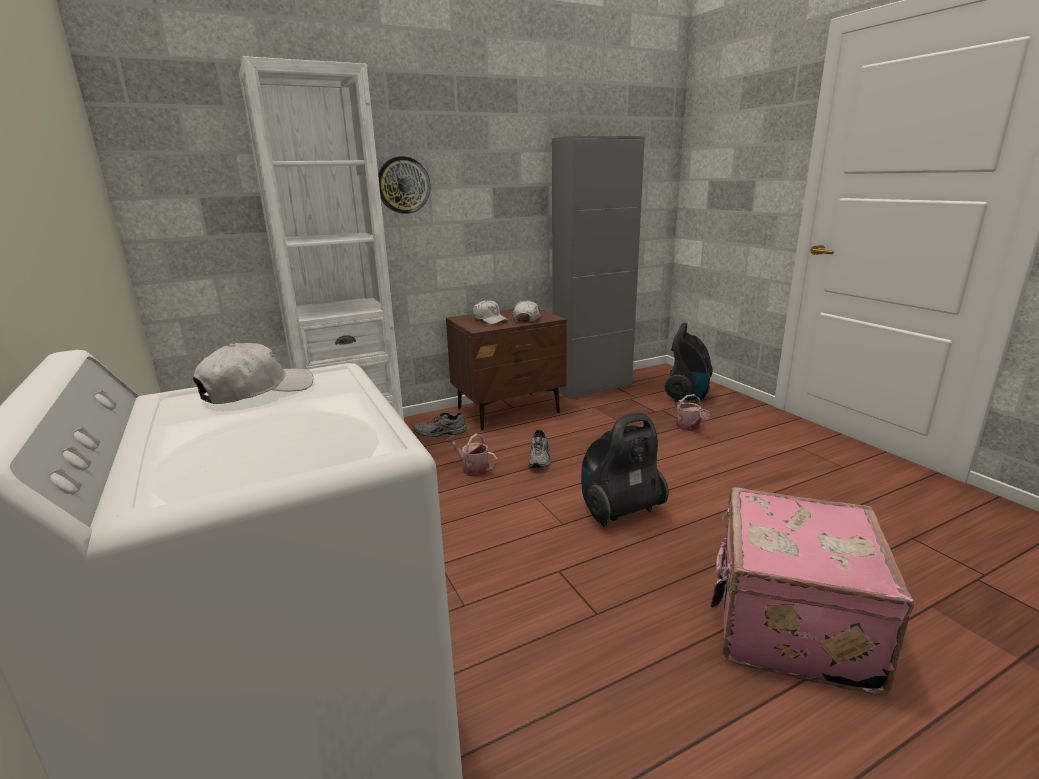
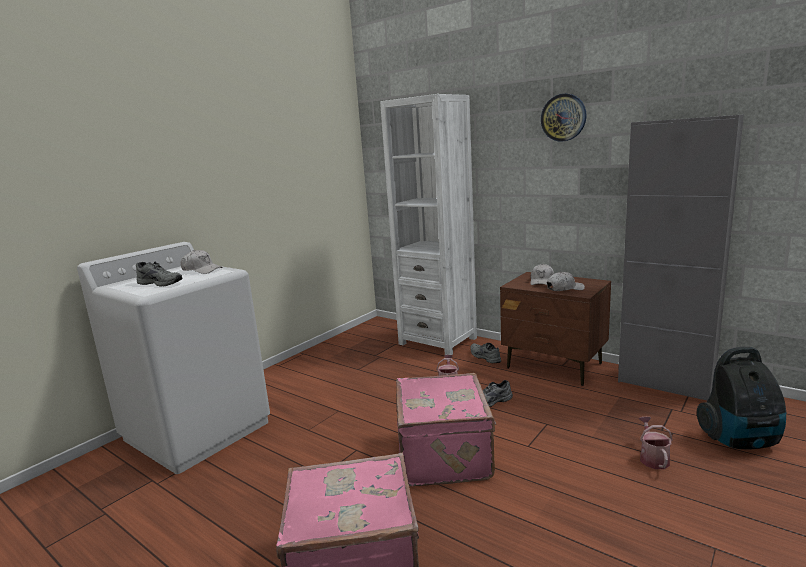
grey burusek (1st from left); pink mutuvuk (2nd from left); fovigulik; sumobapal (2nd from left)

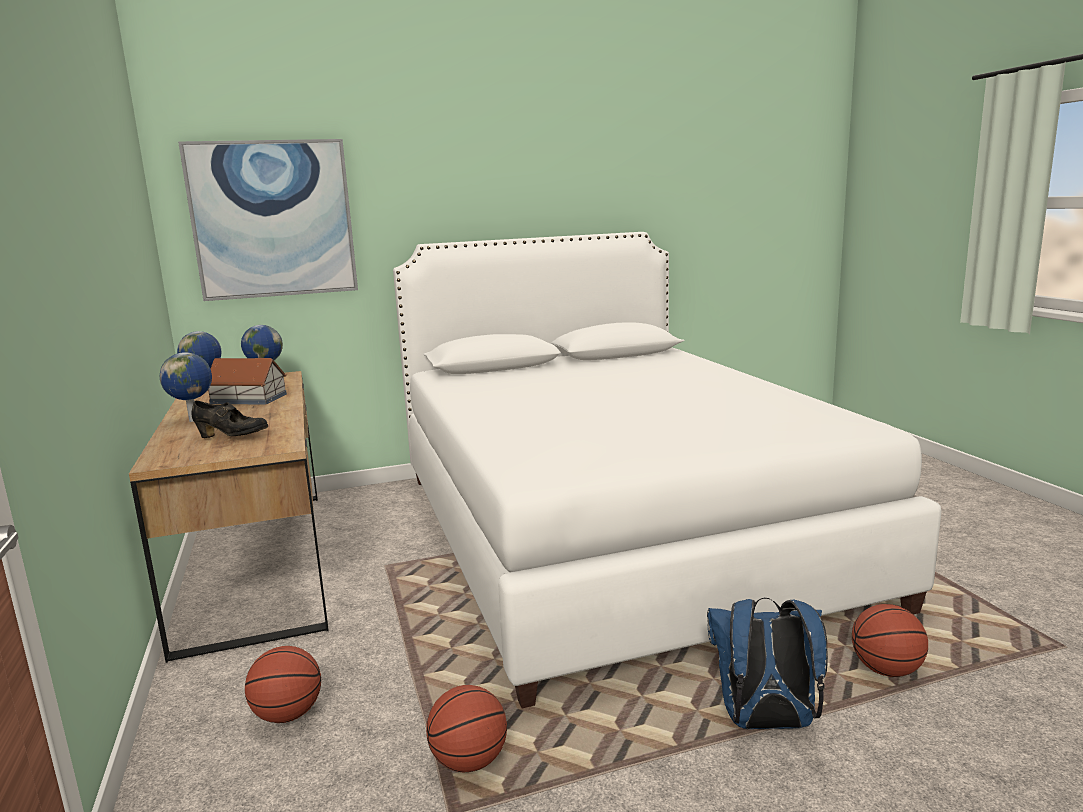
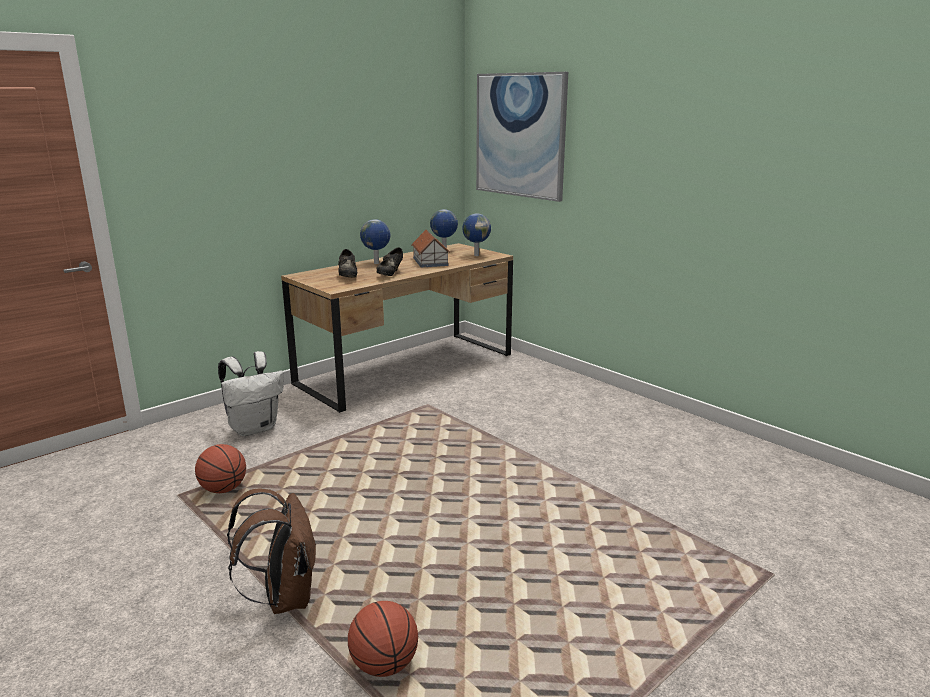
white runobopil; brown runobopil; black burusek (2nd from left); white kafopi

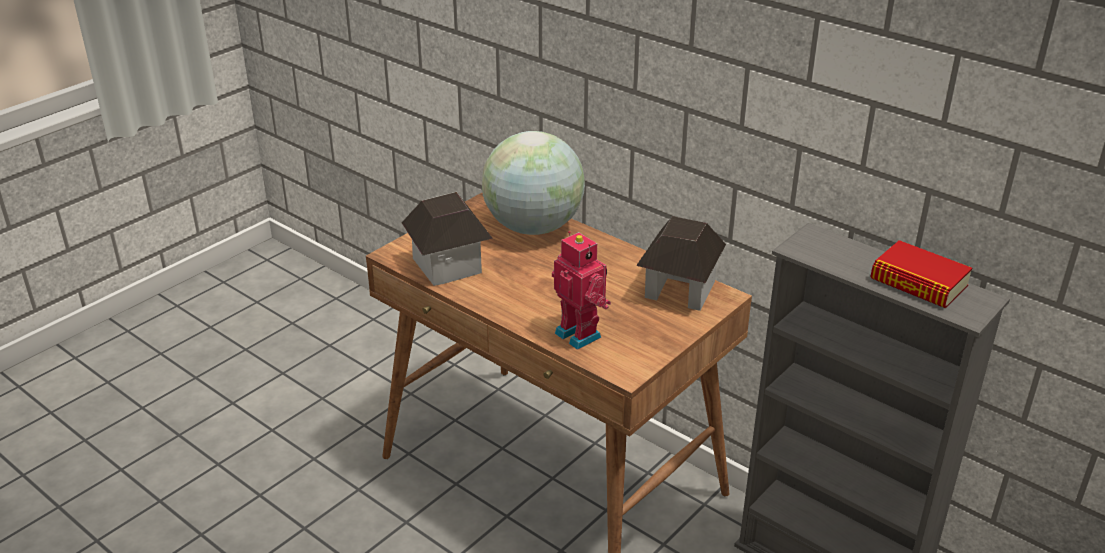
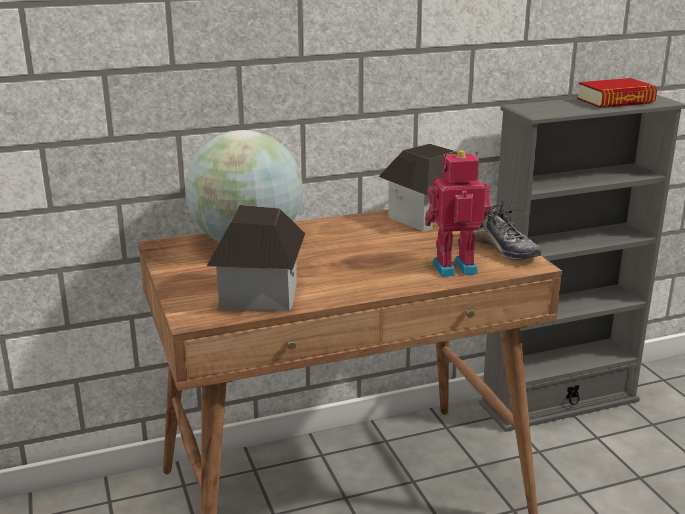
burusek

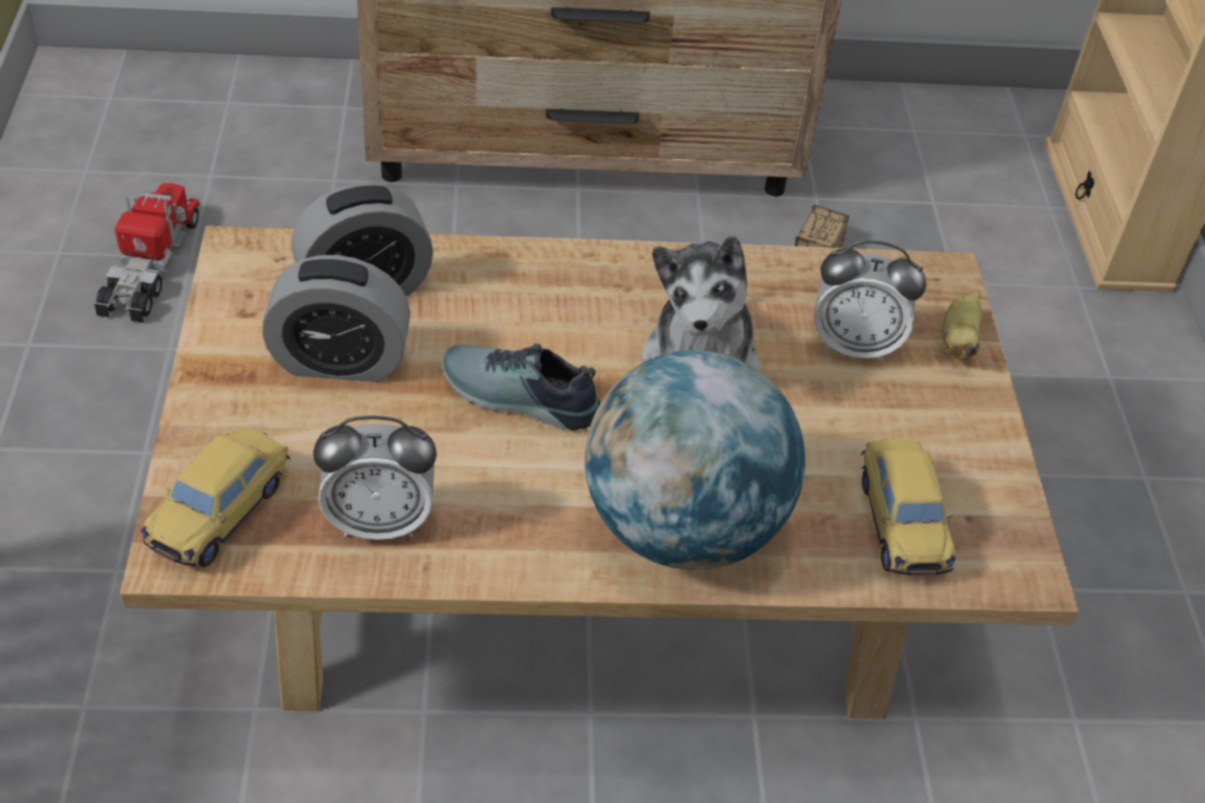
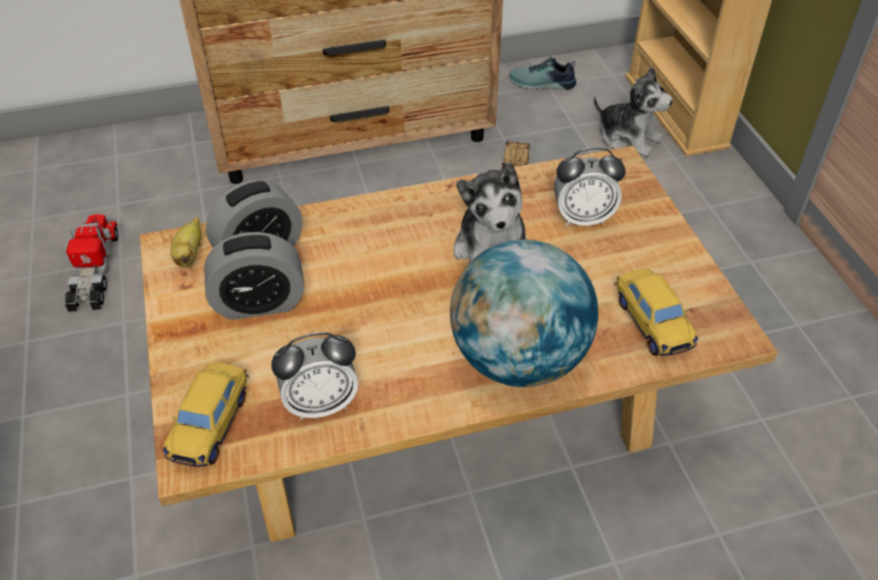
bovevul; burusek; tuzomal (2nd from left)

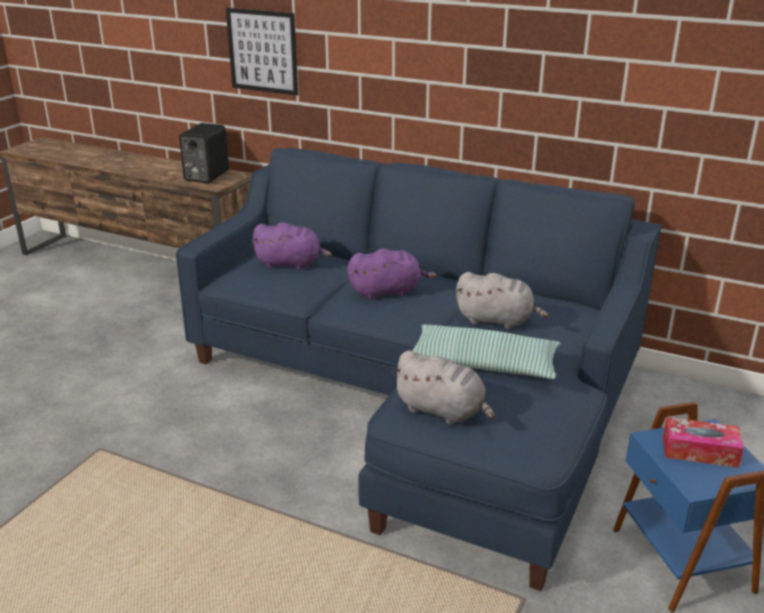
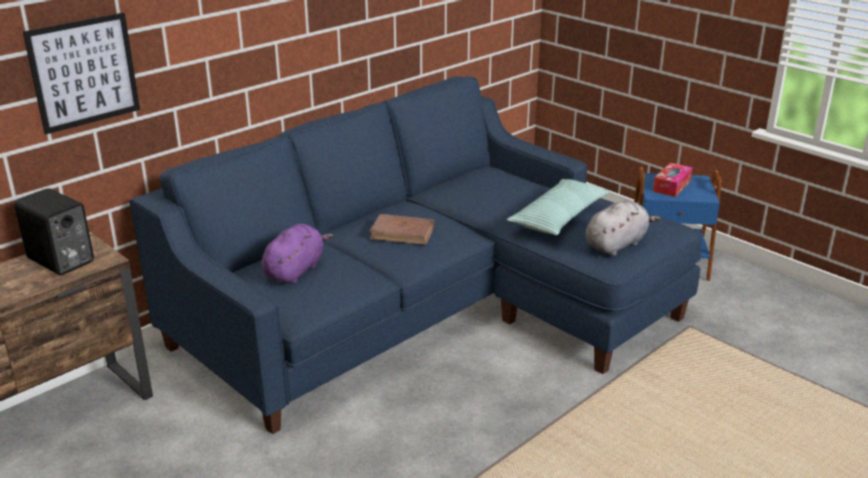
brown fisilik; grey tuzomal (2nd from left in the first image)

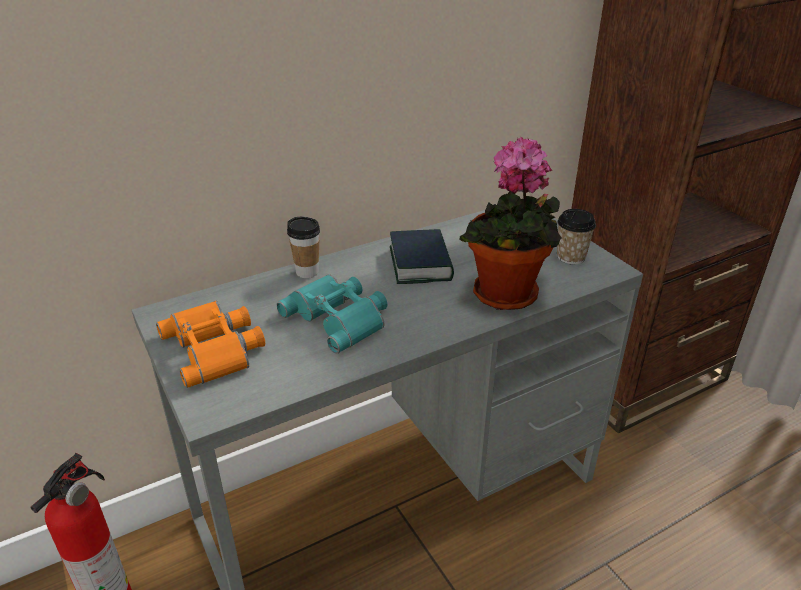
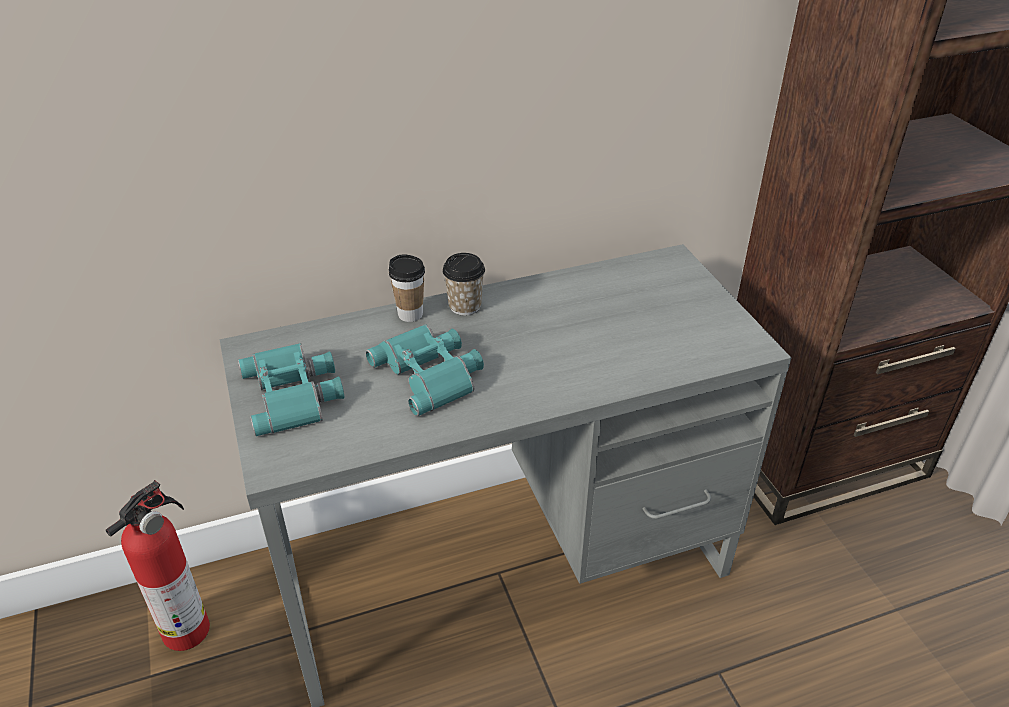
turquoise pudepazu (1st from left); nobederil (2nd from left); fisilik; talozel

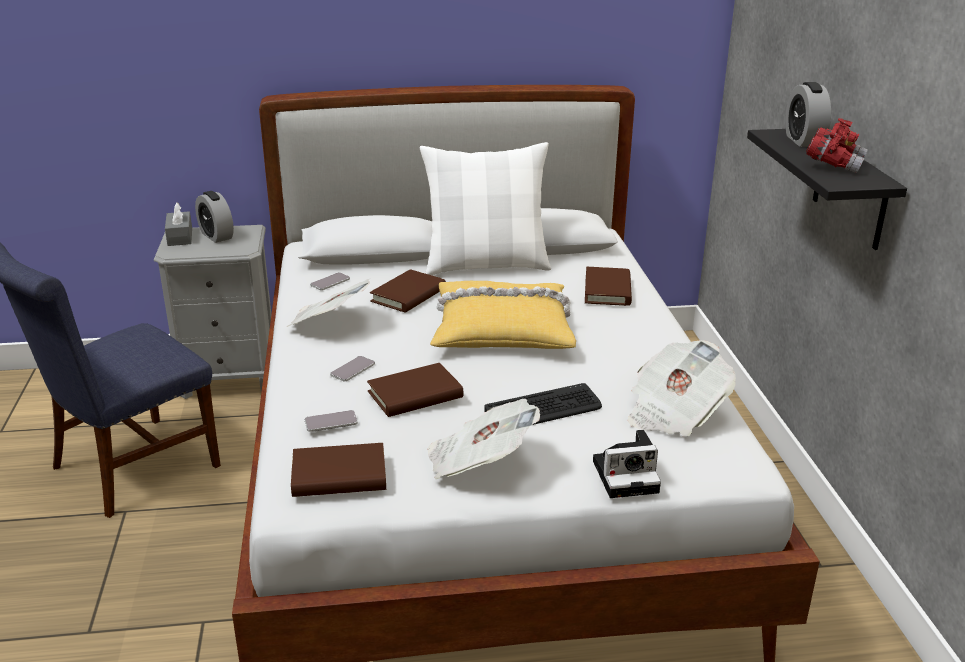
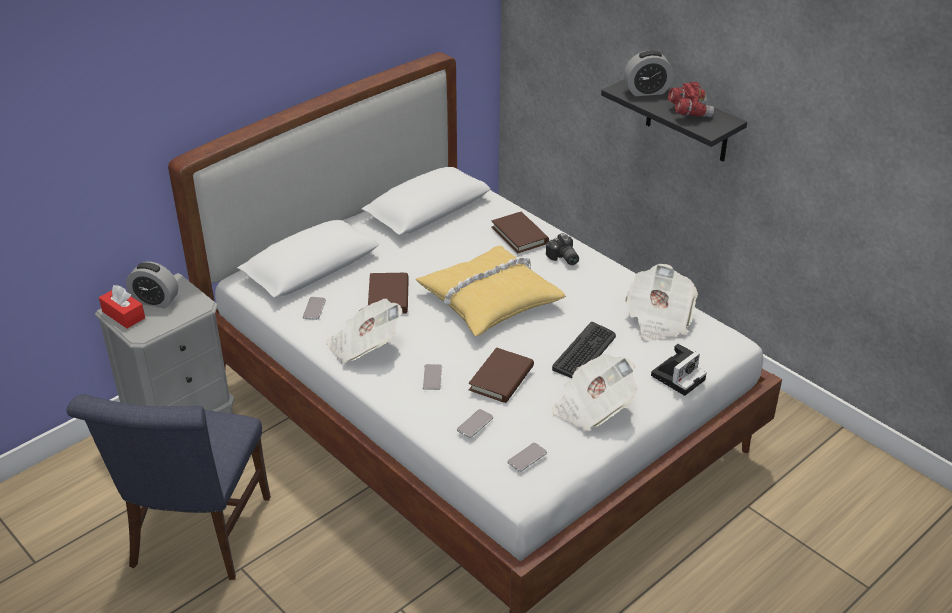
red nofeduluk; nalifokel (4th from left); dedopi (1st from left); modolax (2nd from left); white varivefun

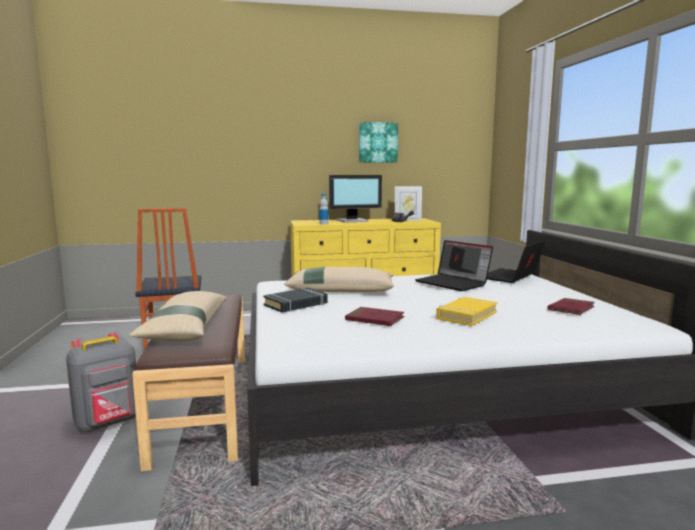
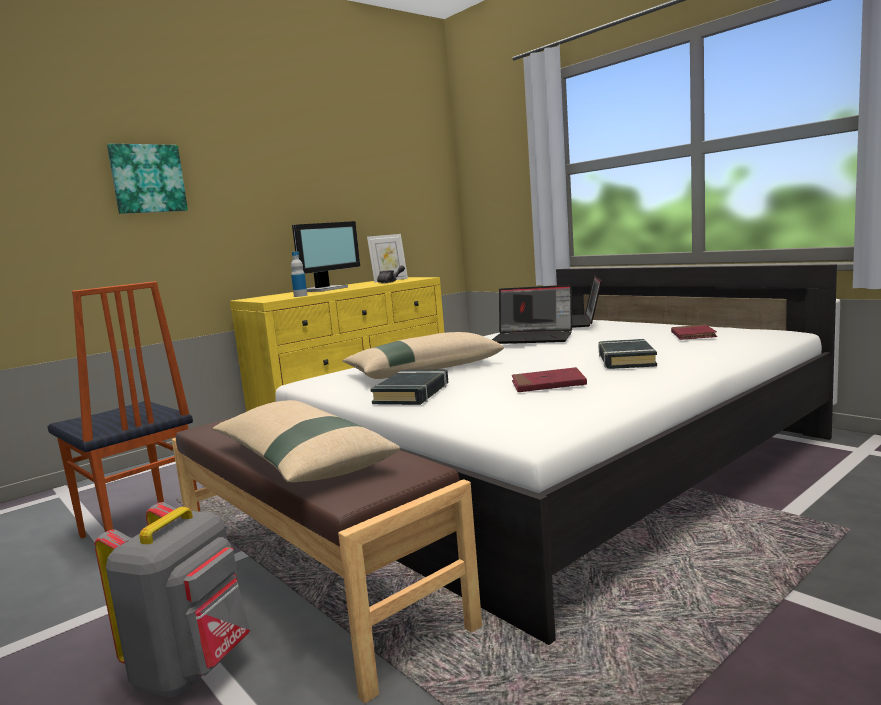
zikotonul; black fisilik (2nd from left)

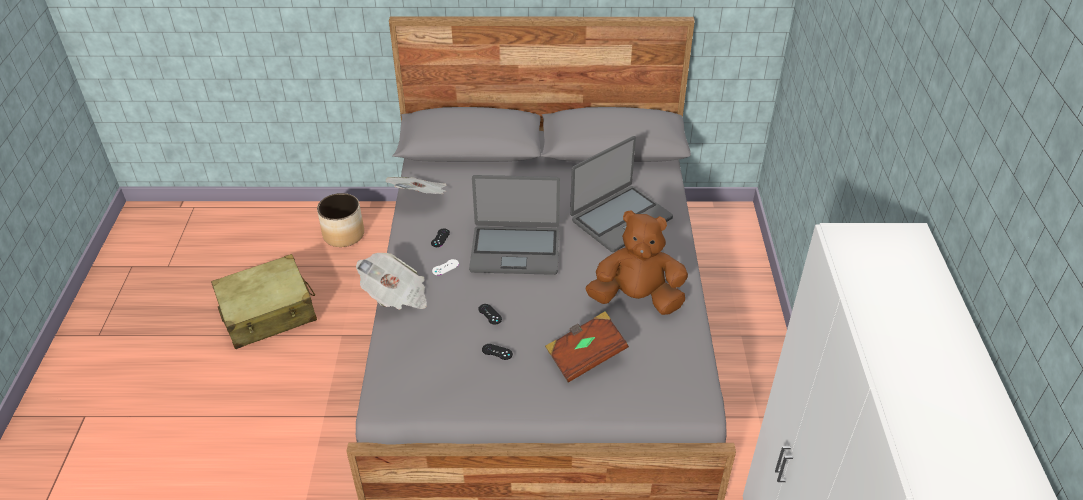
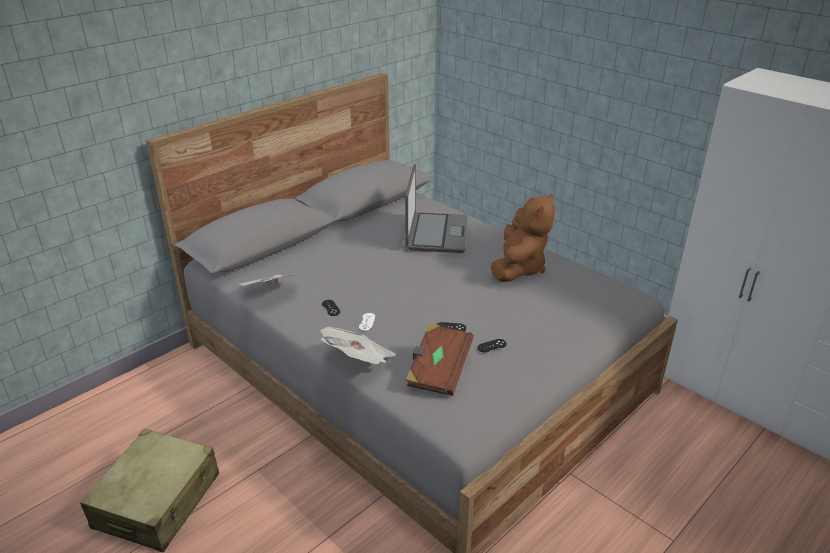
brown fisilik; brown tuzomal; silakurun; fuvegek (1st from left in the first image)

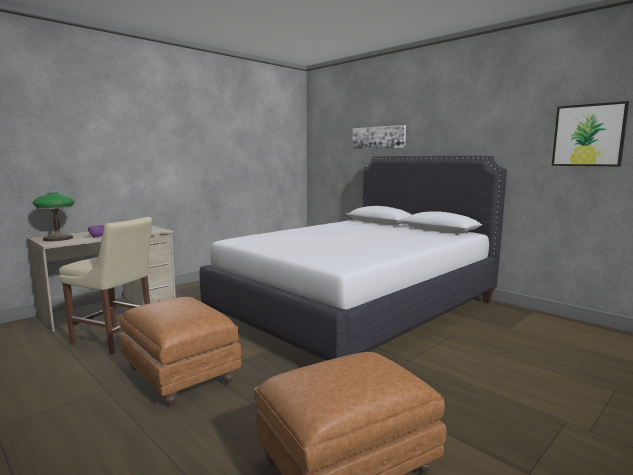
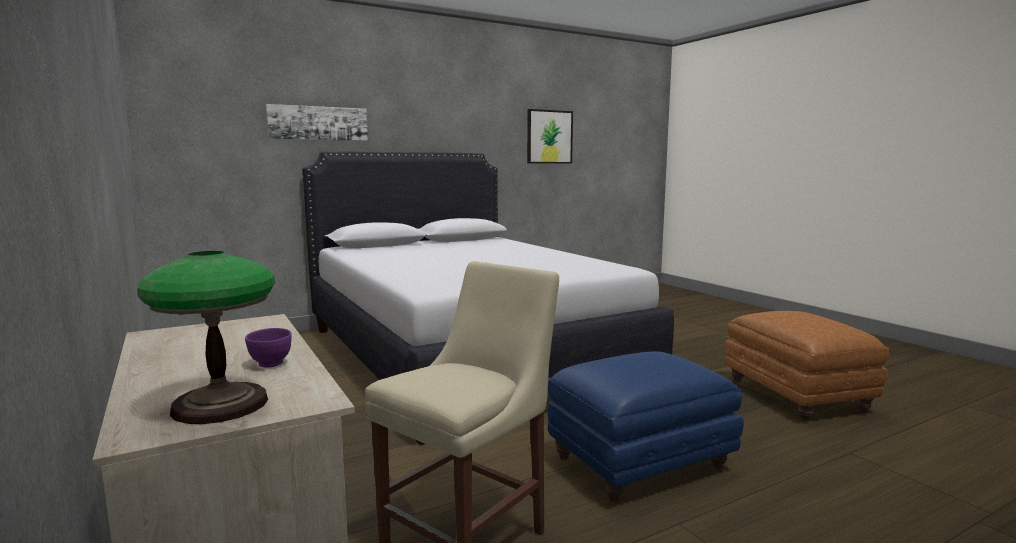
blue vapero

